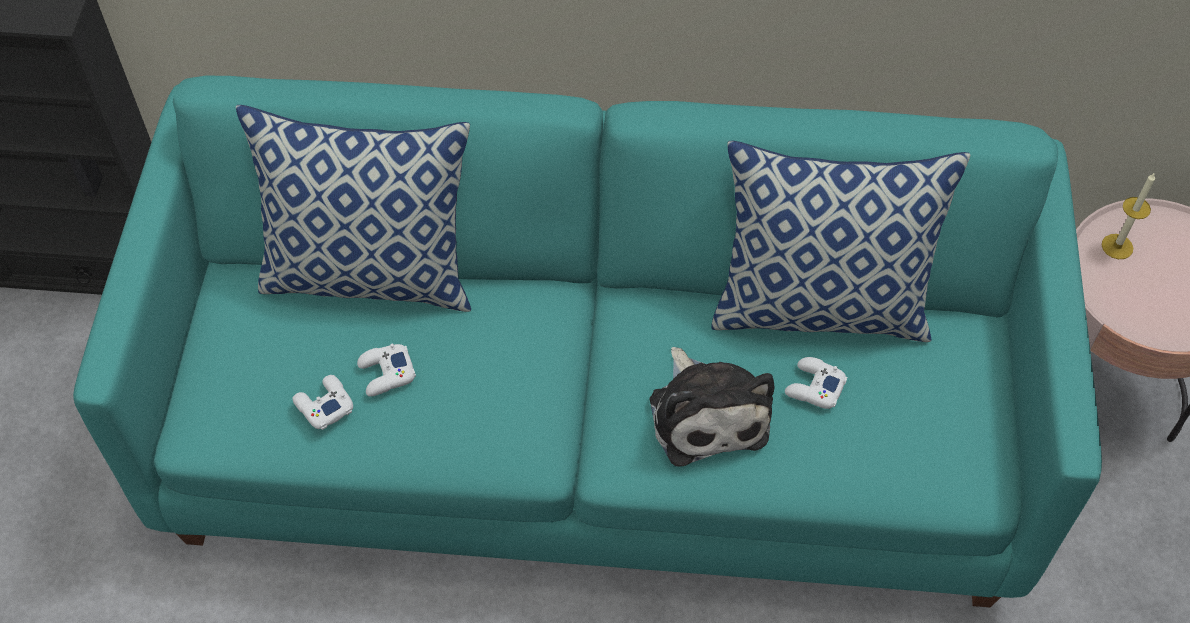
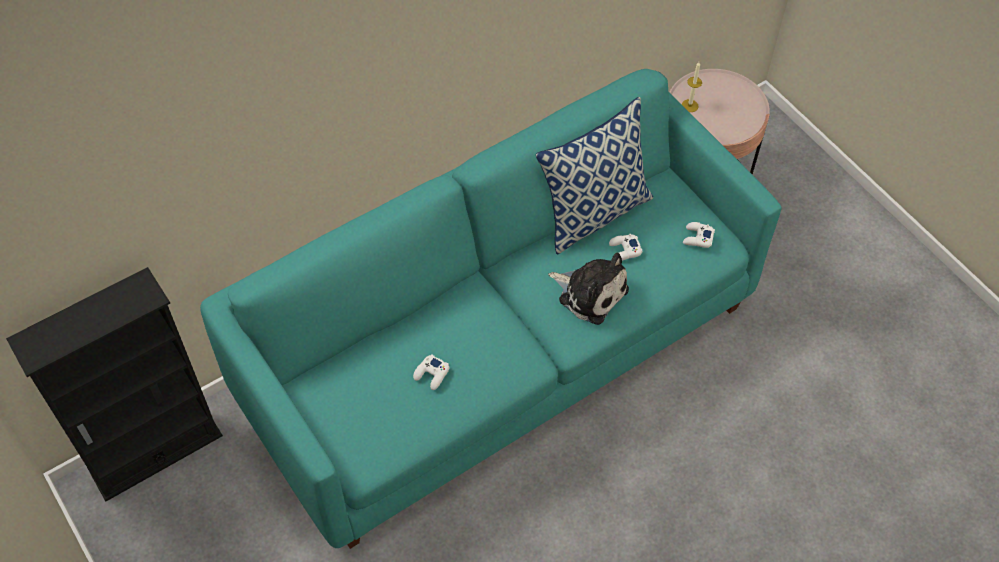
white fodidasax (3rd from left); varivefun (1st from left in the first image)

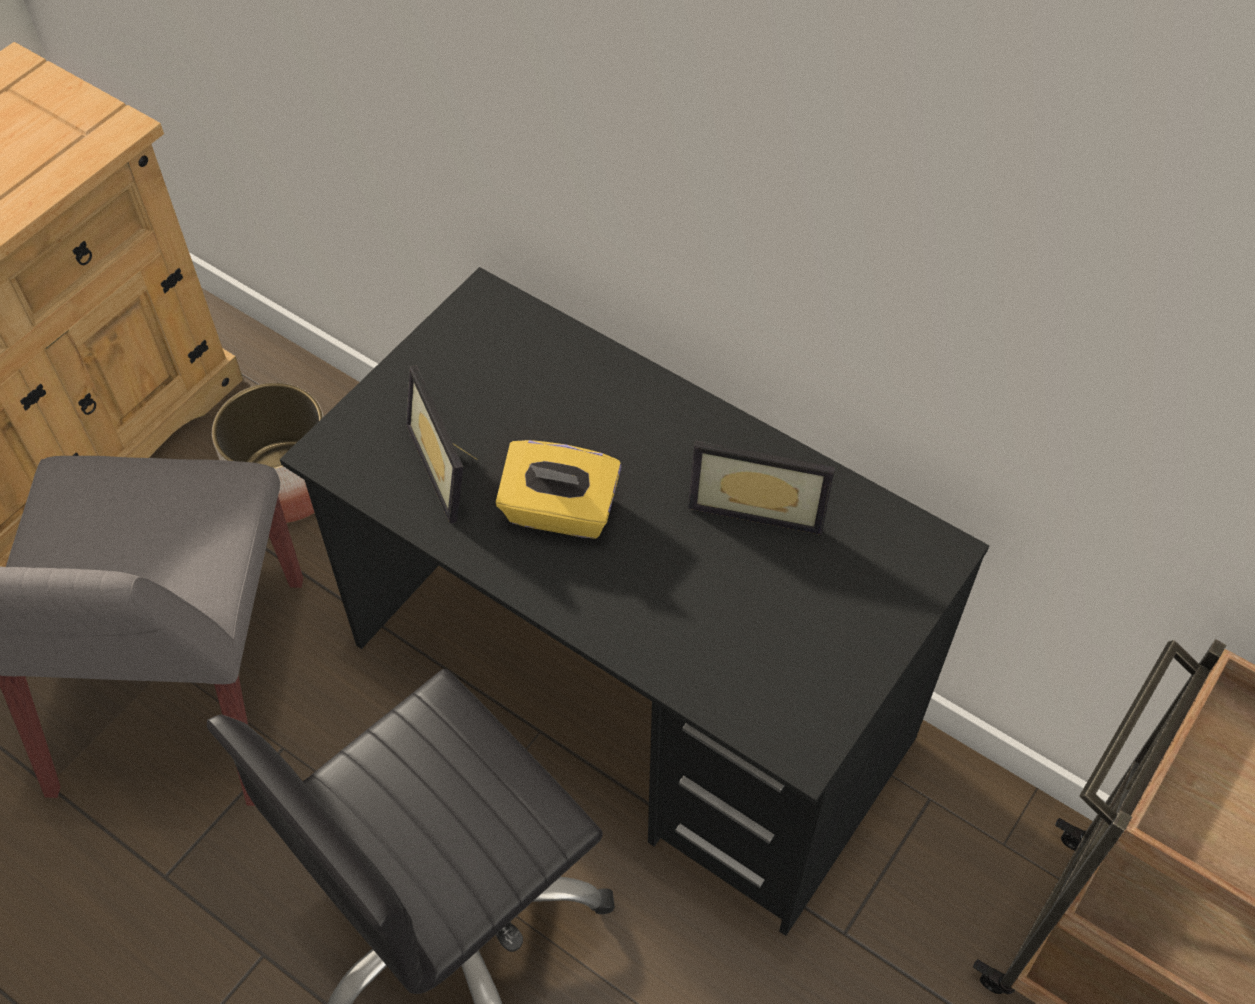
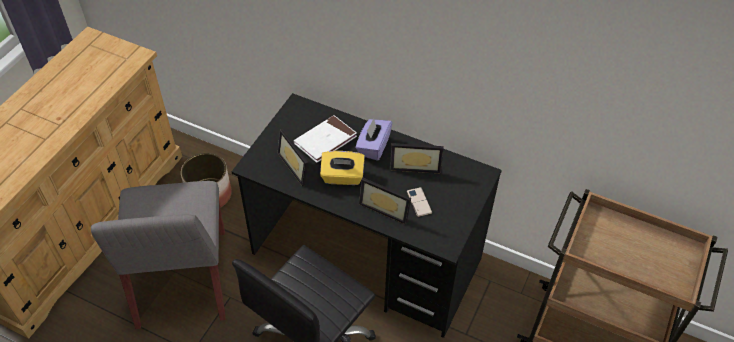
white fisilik; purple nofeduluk; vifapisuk (2nd from left); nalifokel

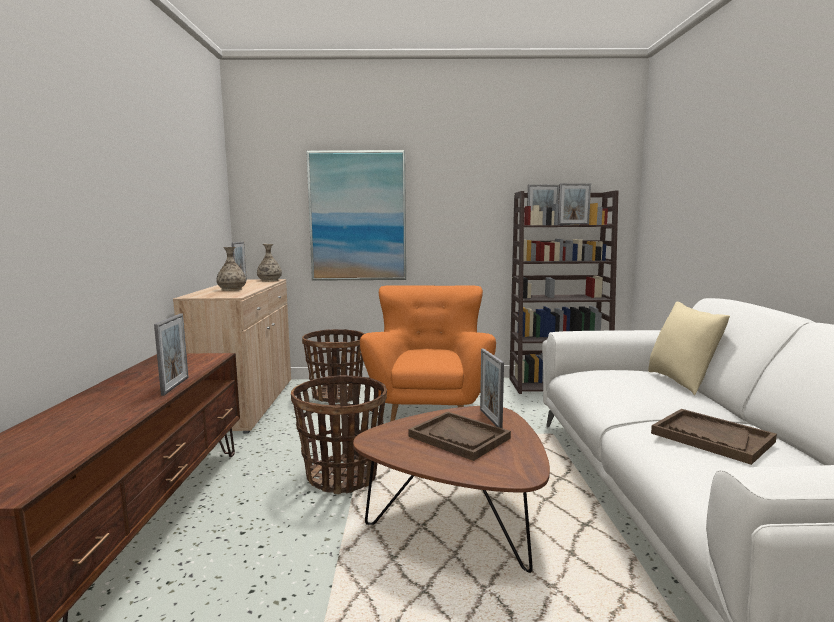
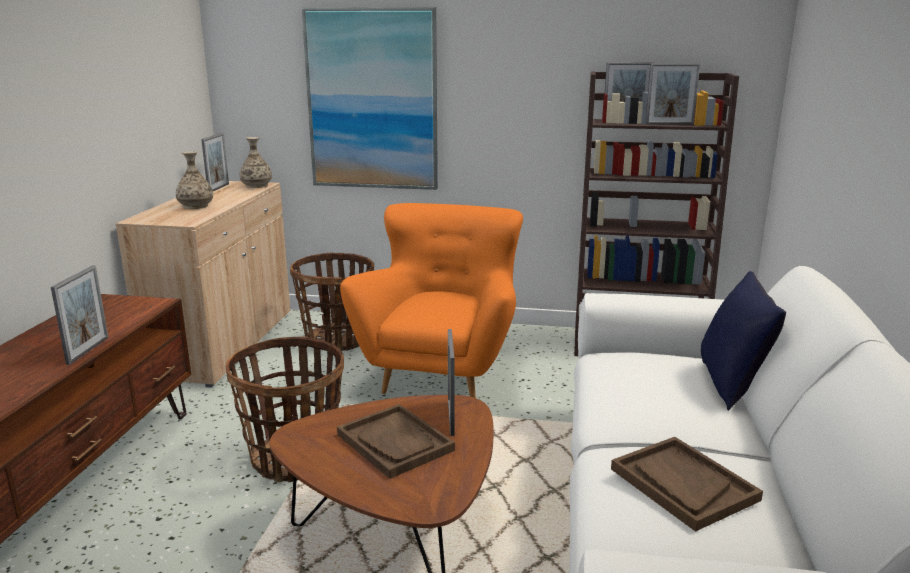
blue varivefun

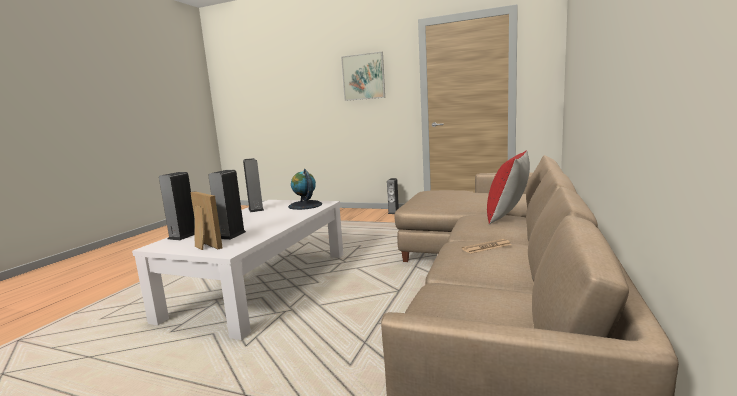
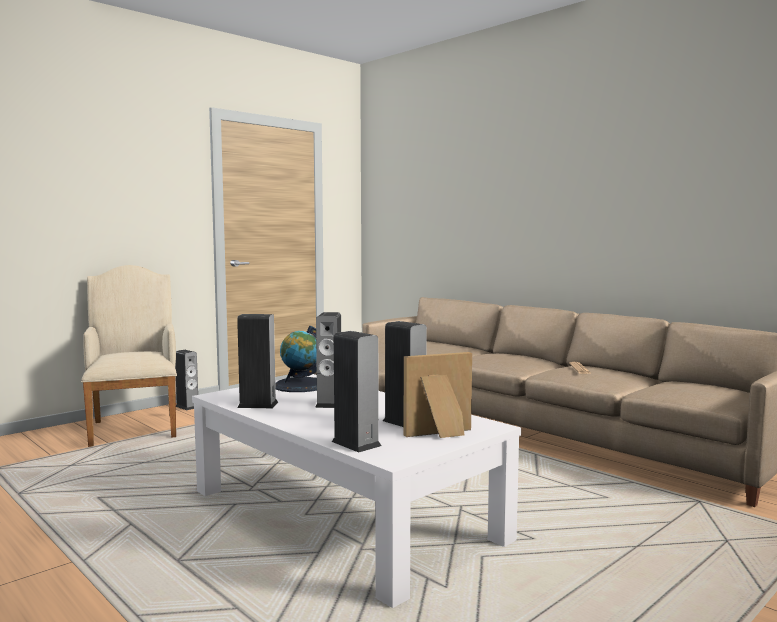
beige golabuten; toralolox (3rd from left); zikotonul; red varivefun

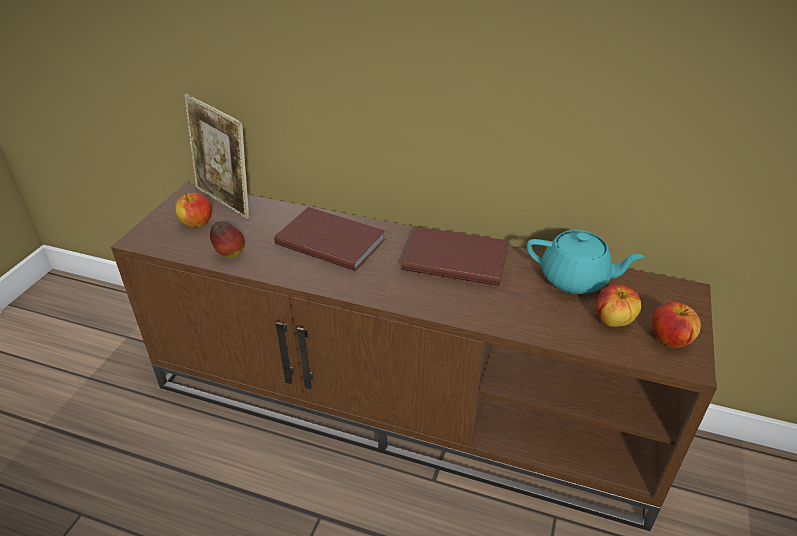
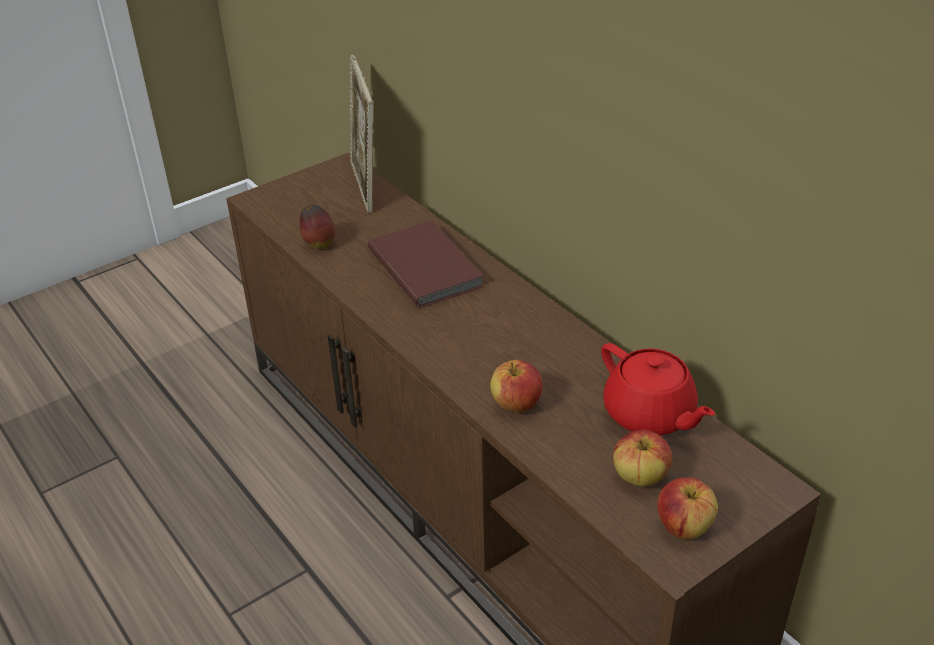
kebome (2nd from left); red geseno; brown fisilik (2nd from left in the first image)

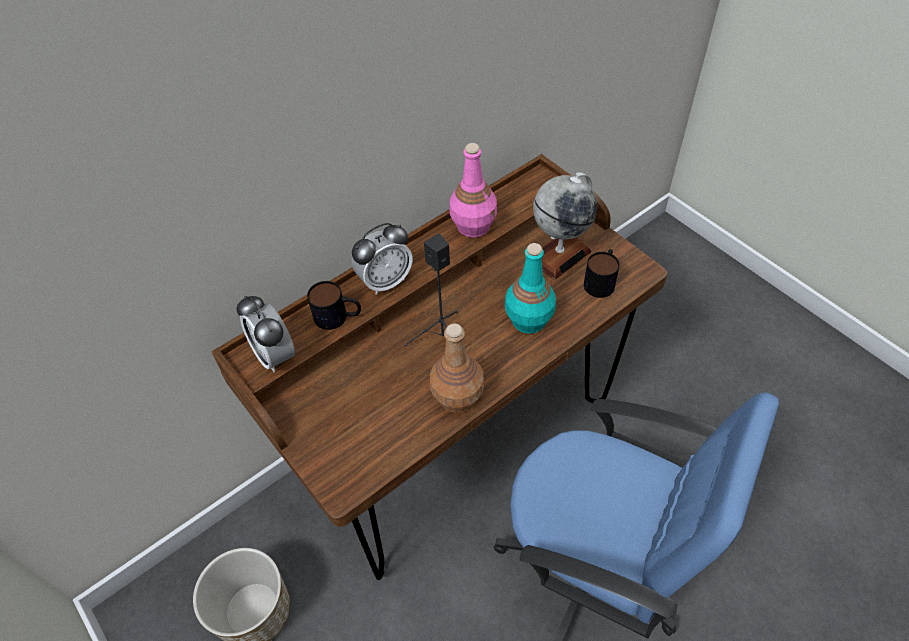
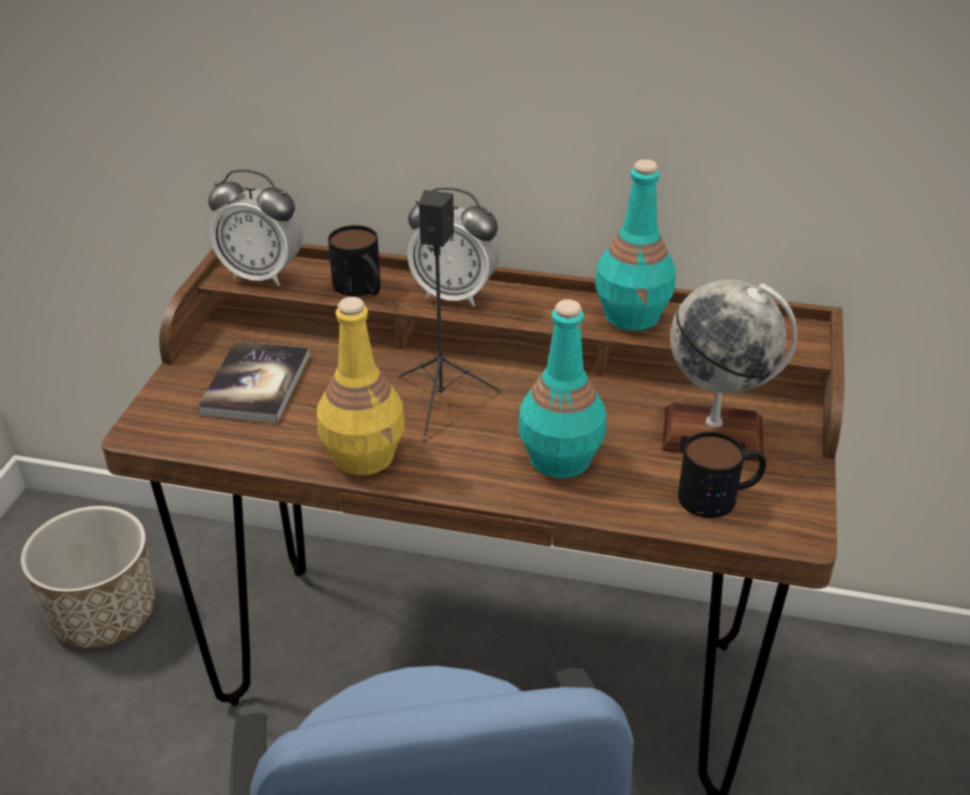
fisilik; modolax (1st from left); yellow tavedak; turquoise tavedak (2nd from left)

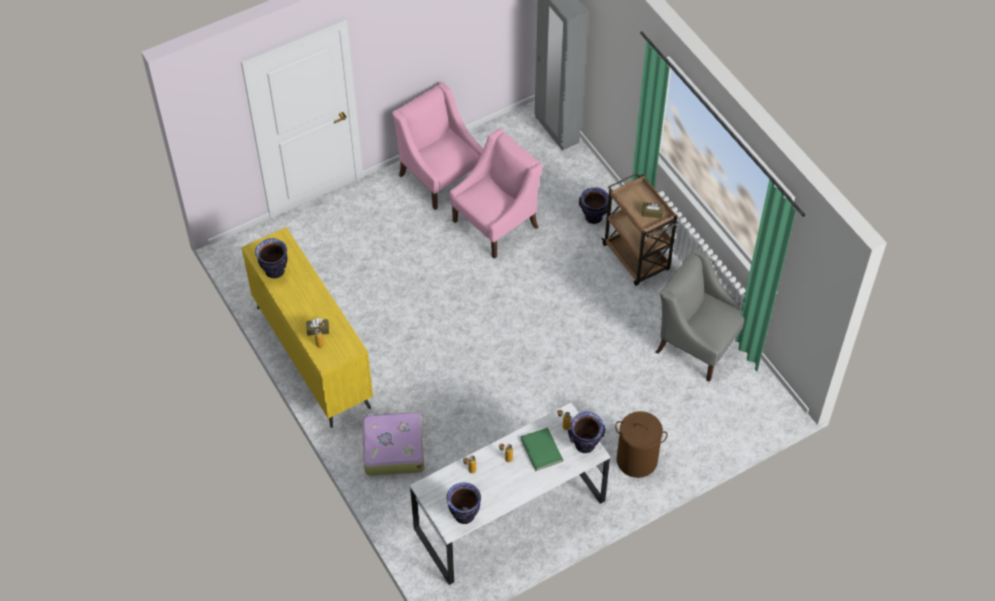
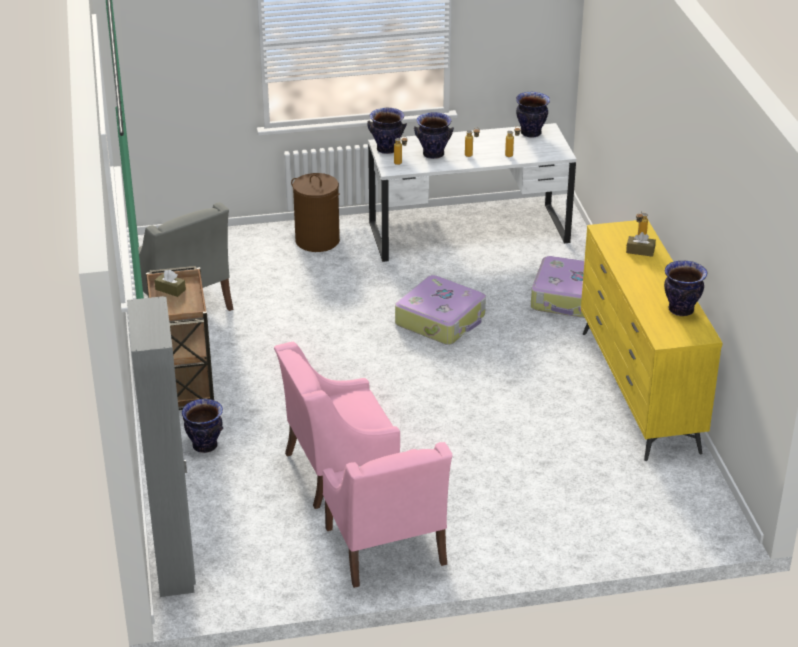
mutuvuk (1st from left); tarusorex (3rd from left)

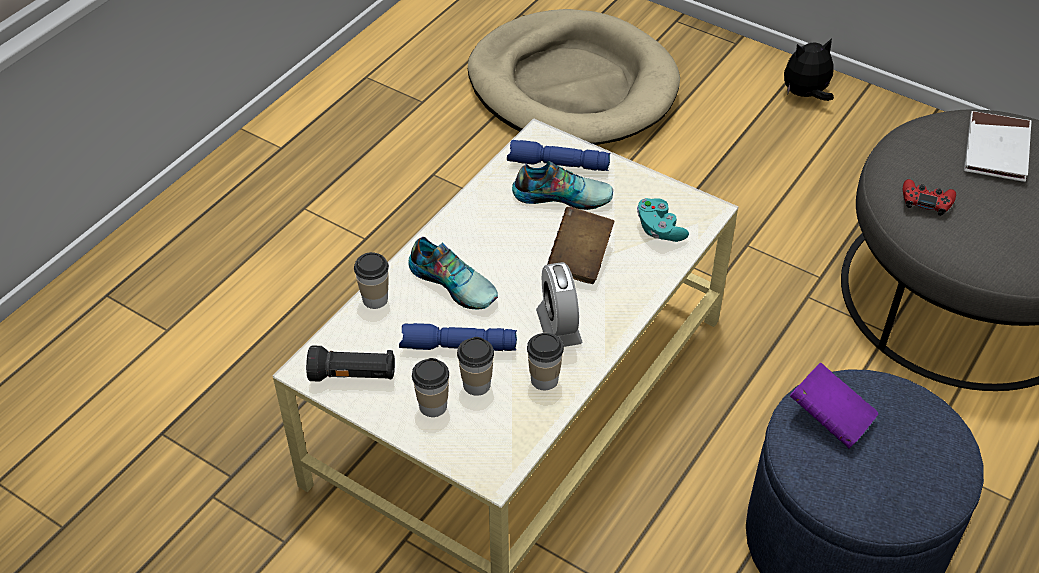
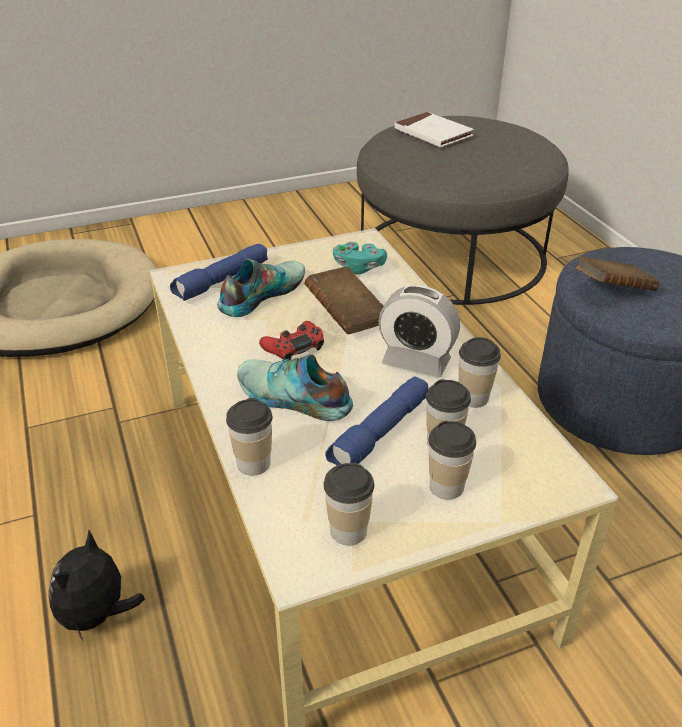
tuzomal; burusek (2nd from left); red fodidasax; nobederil (2nd from left); brown fisilik (2nd from left)

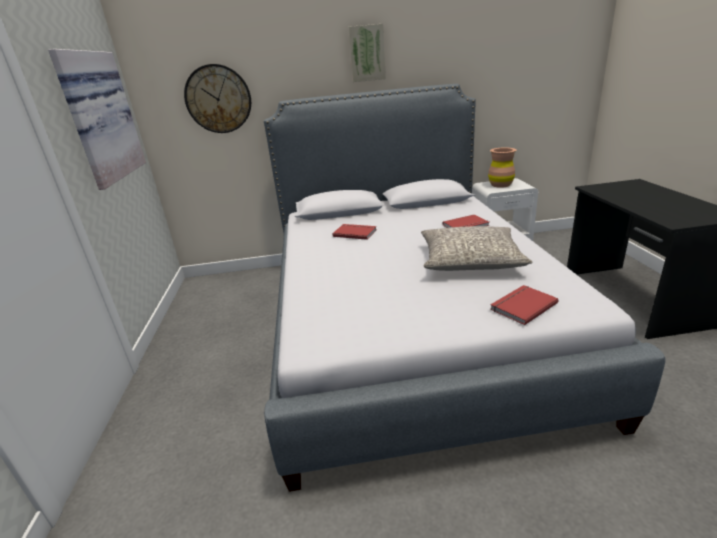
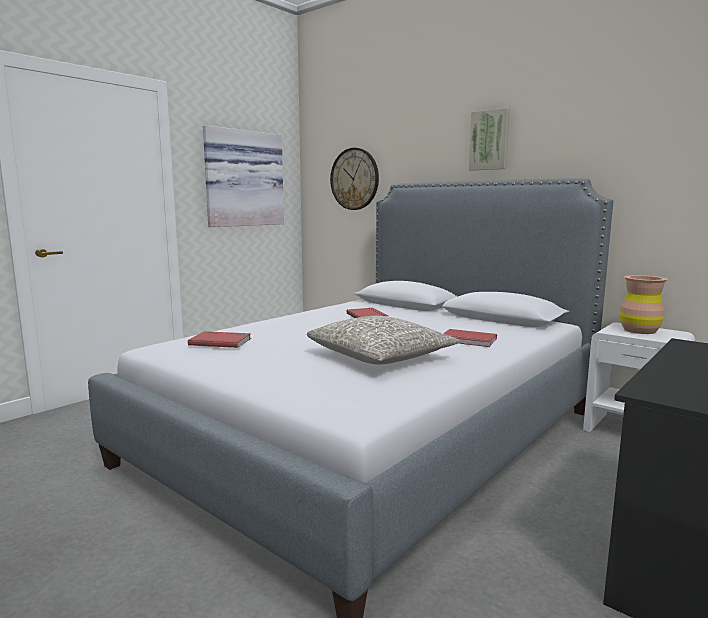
red fisilik (1st from left)

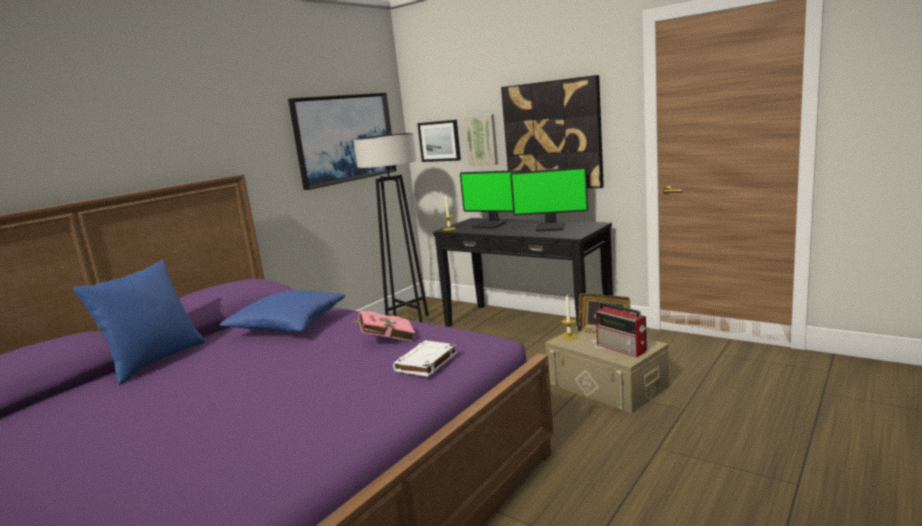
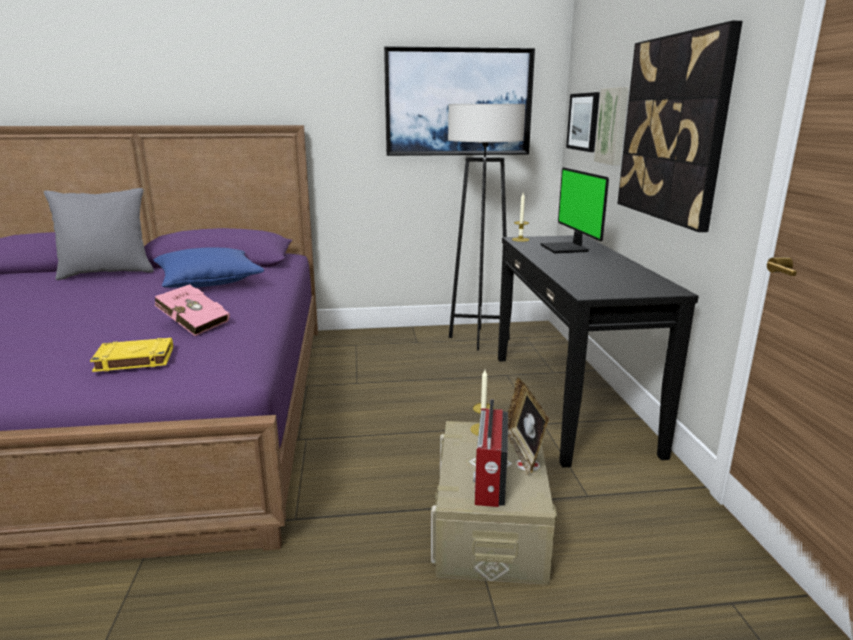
grey varivefun; yellow fisilik; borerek (2nd from left in the first image)

